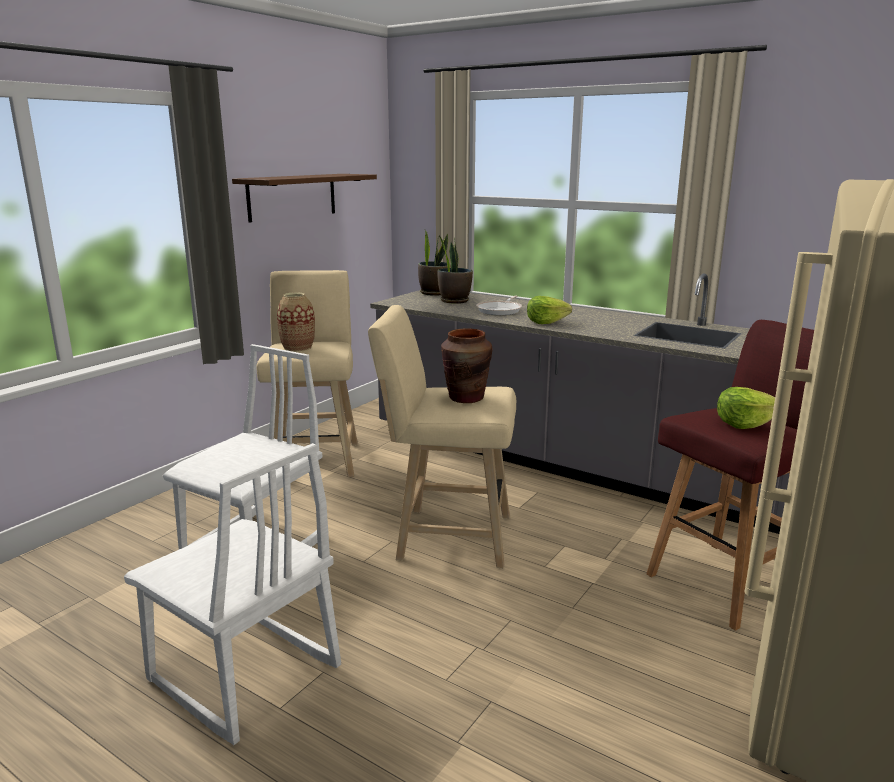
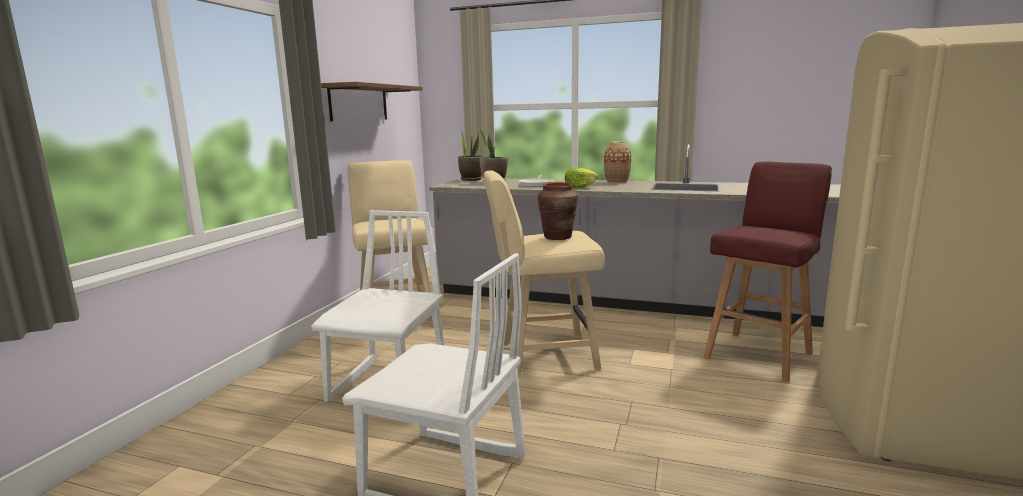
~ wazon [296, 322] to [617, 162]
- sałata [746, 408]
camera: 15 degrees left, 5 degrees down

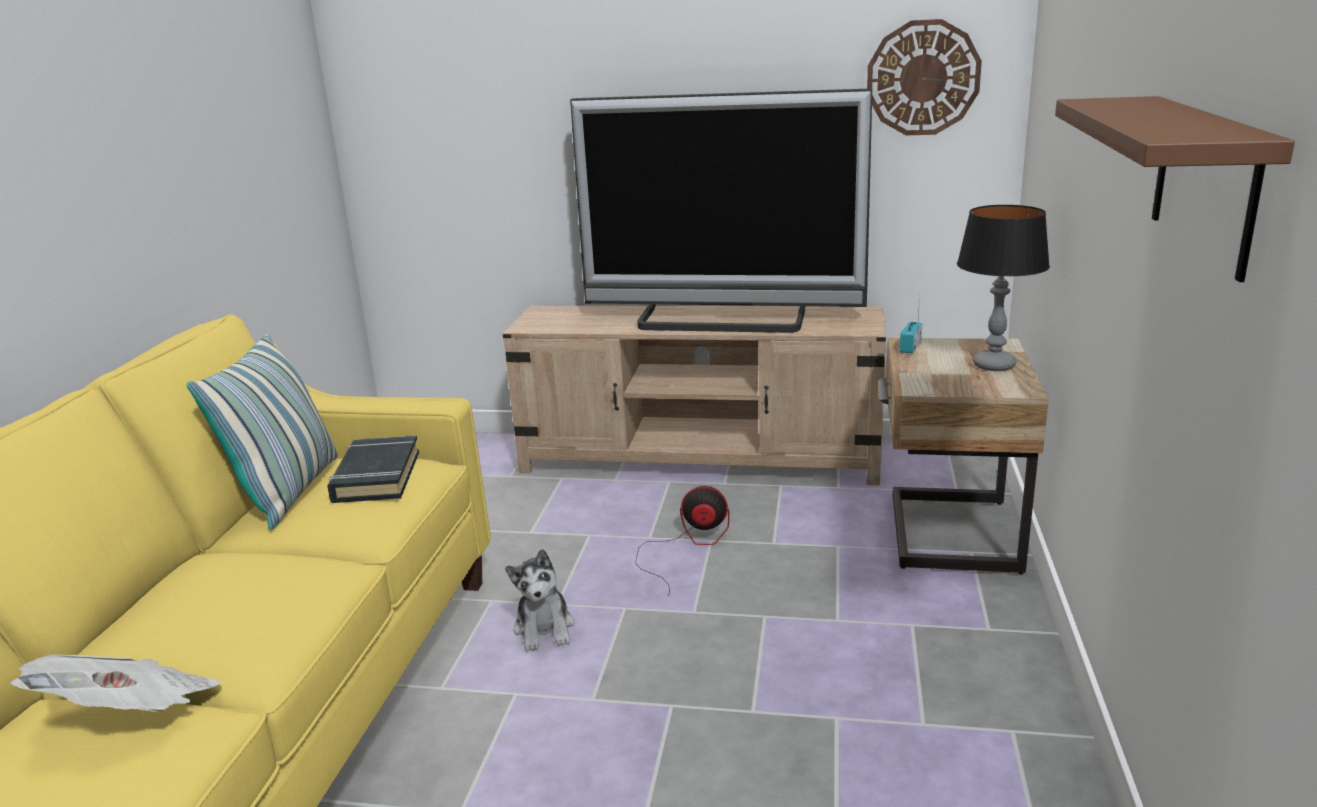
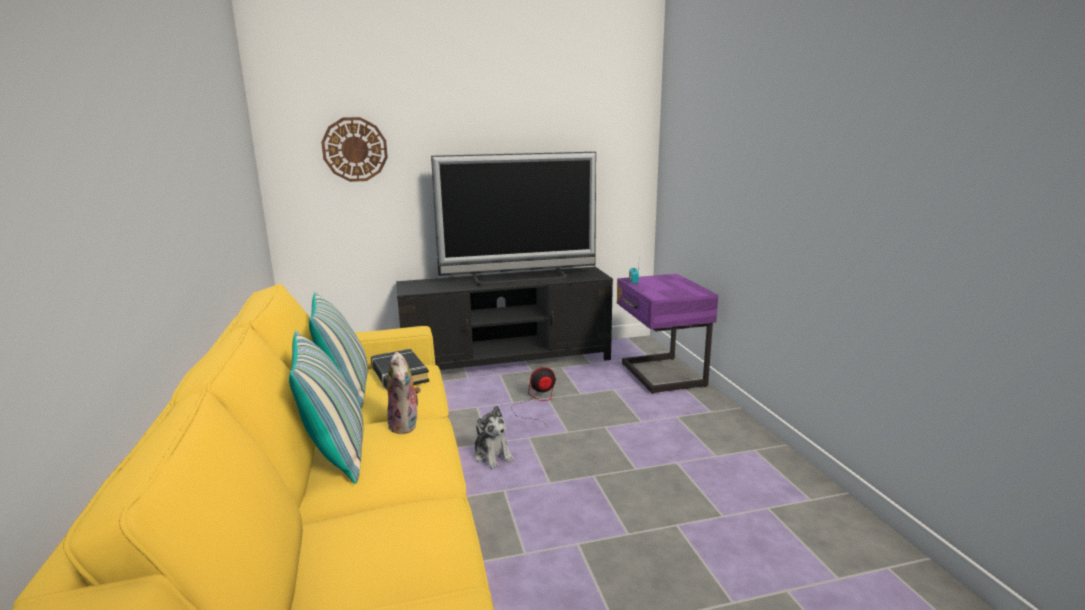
~ zegar ścienny [924, 77] to [354, 149]
- półka (brązowy) [1175, 189]
- lampa stołowa [1003, 288]
~ szafka pod telewizor (beżowy) [694, 395] to szafka pod telewizor (czarny) [504, 318]
~ szafka nocna (beżowy) [963, 456] to szafka nocna (fioletowy) [667, 334]
- gazeta [115, 683]
+ poduszka [326, 407]
+ pluszak [404, 393]
camera: 25 degrees left, 5 degrees down

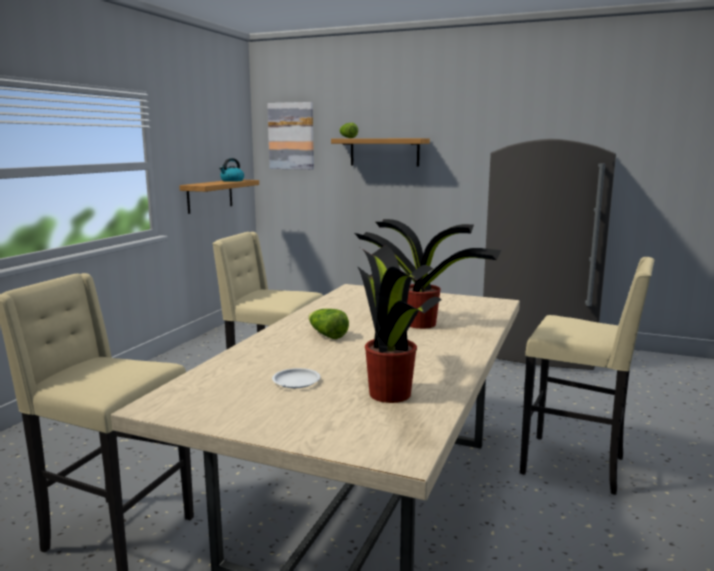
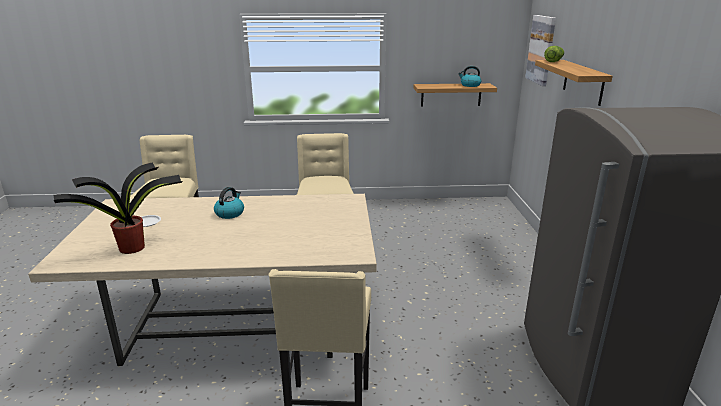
- roślina doniczkowa [428, 274]
~ sałata [328, 324] to czajnik [229, 203]
camera: 65 degrees right, 10 degrees up

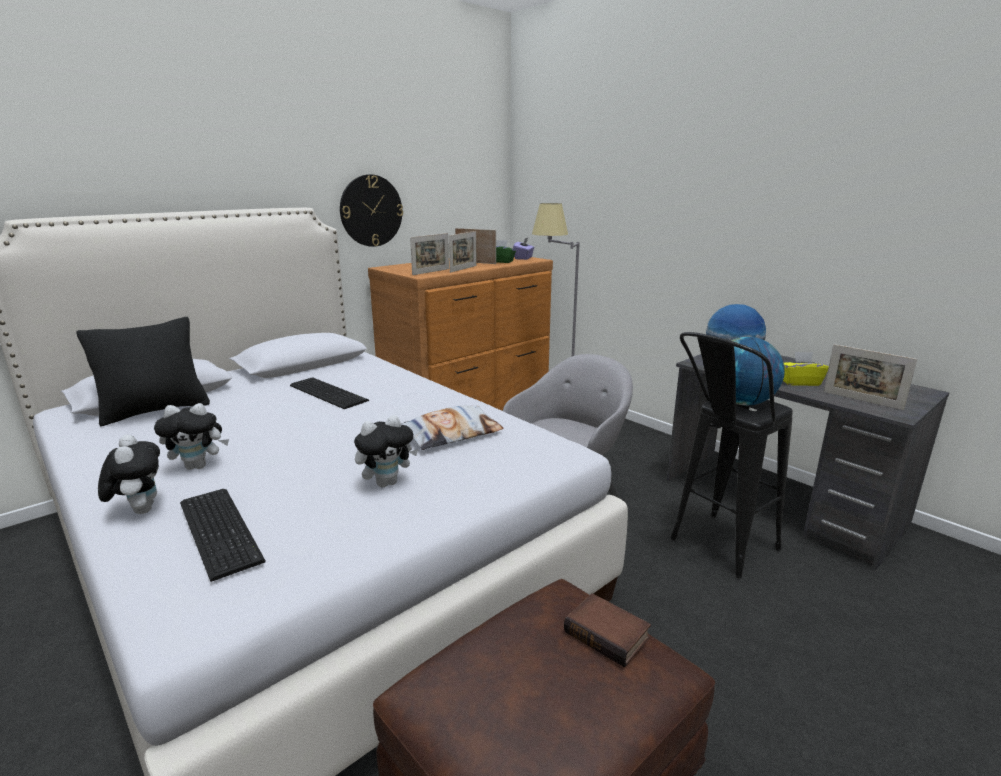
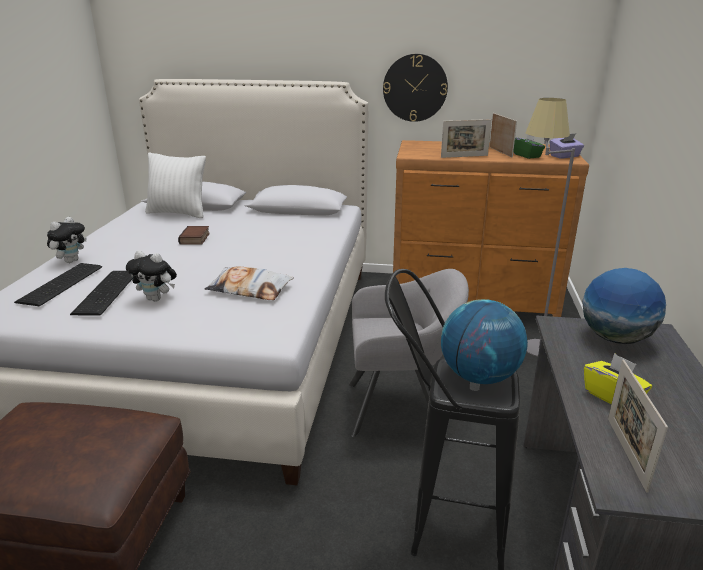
- ramka na zdjęcie [429, 254]
~ poduszka (czarny) [143, 371] to poduszka (biały) [175, 185]
~ klawiatura [329, 393] to [101, 293]
- pluszak [191, 436]
~ książka [607, 630] to [194, 235]
camera: 50 degrees right, 5 degrees up

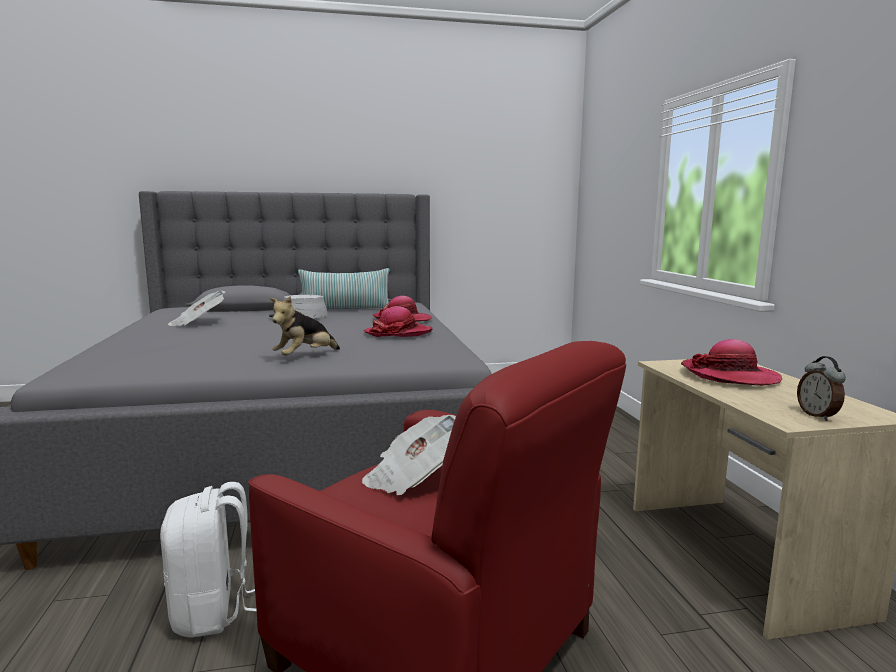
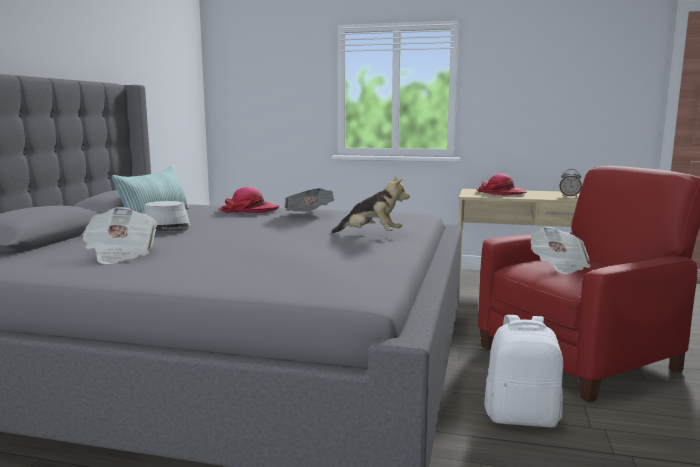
~ pluszak [305, 325] = [370, 204] 45 degrees counterclockwise
~ kapelusz [398, 321] to gazeta [309, 200]
camera: 65 degrees left, 0 degrees up

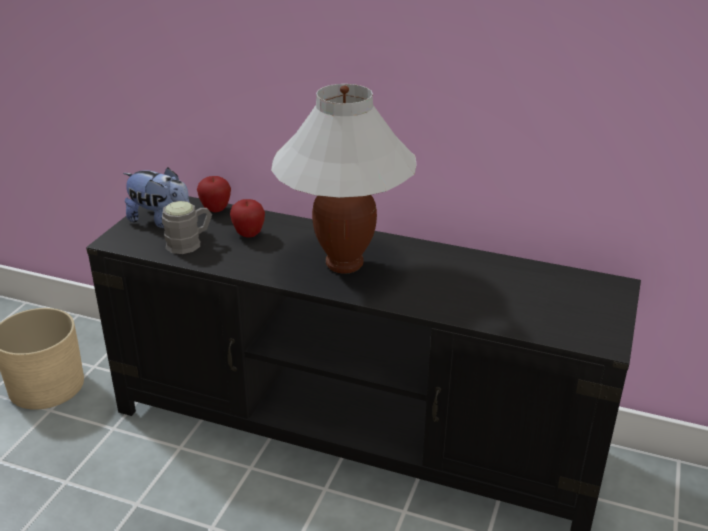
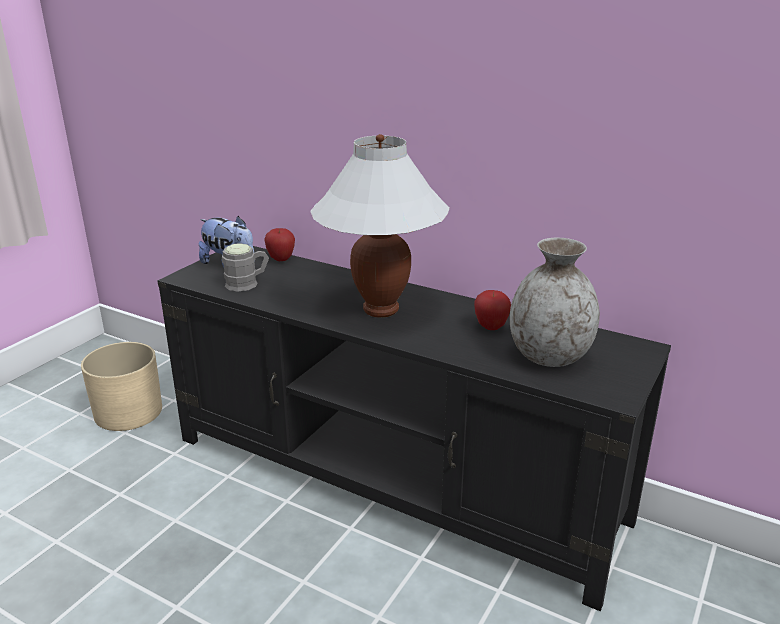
~ jabłko [247, 218] to [492, 310]
+ wazon (szary) [555, 302]
camera: 10 degrees right, 5 degrees down

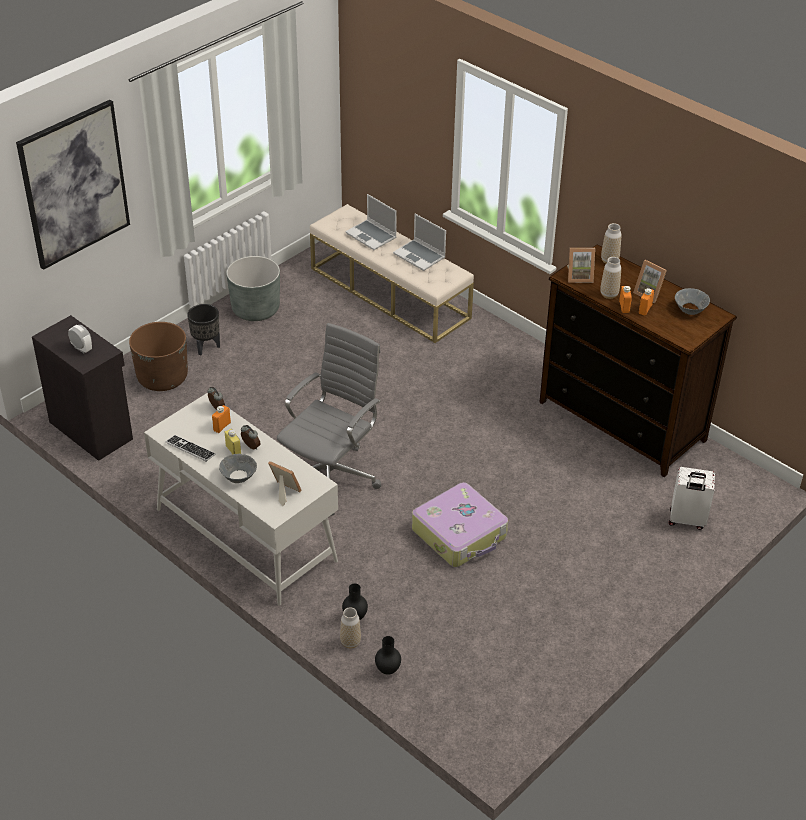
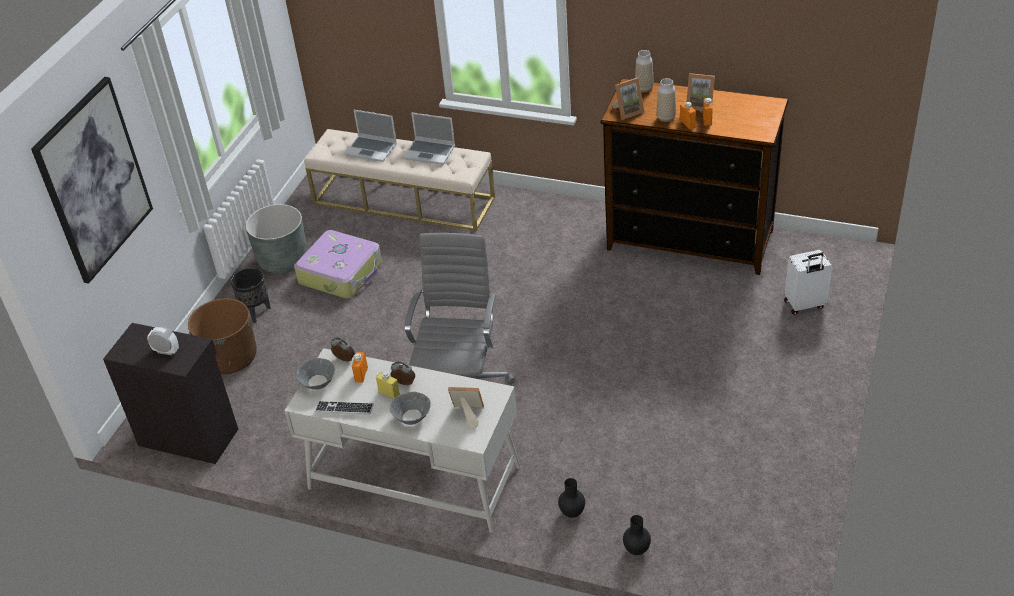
~ miska (szary) [692, 301] to [315, 374]
~ walizka [460, 524] to [338, 264]
- wazon [350, 627]
camera: 20 degrees left, 0 degrees up

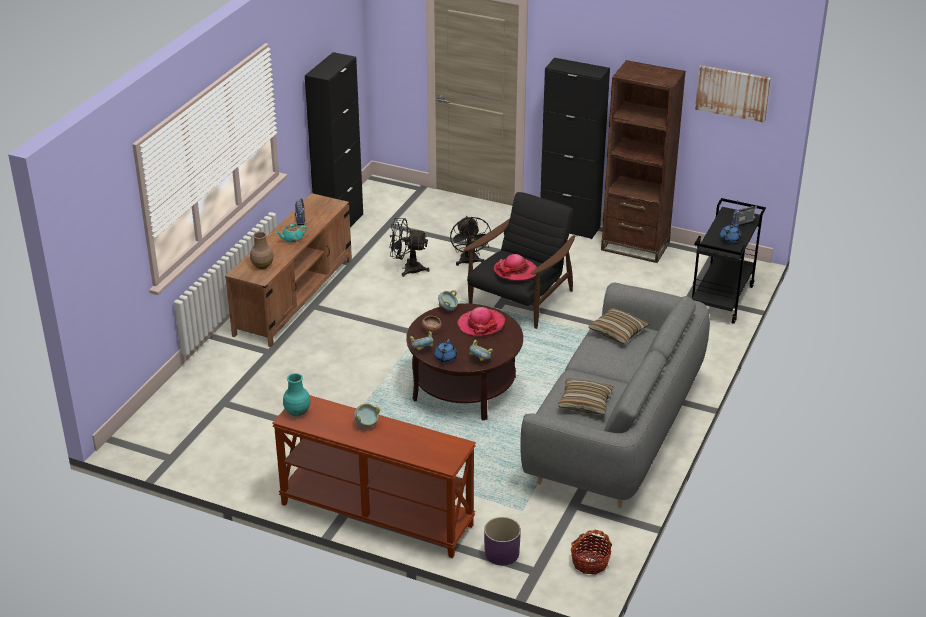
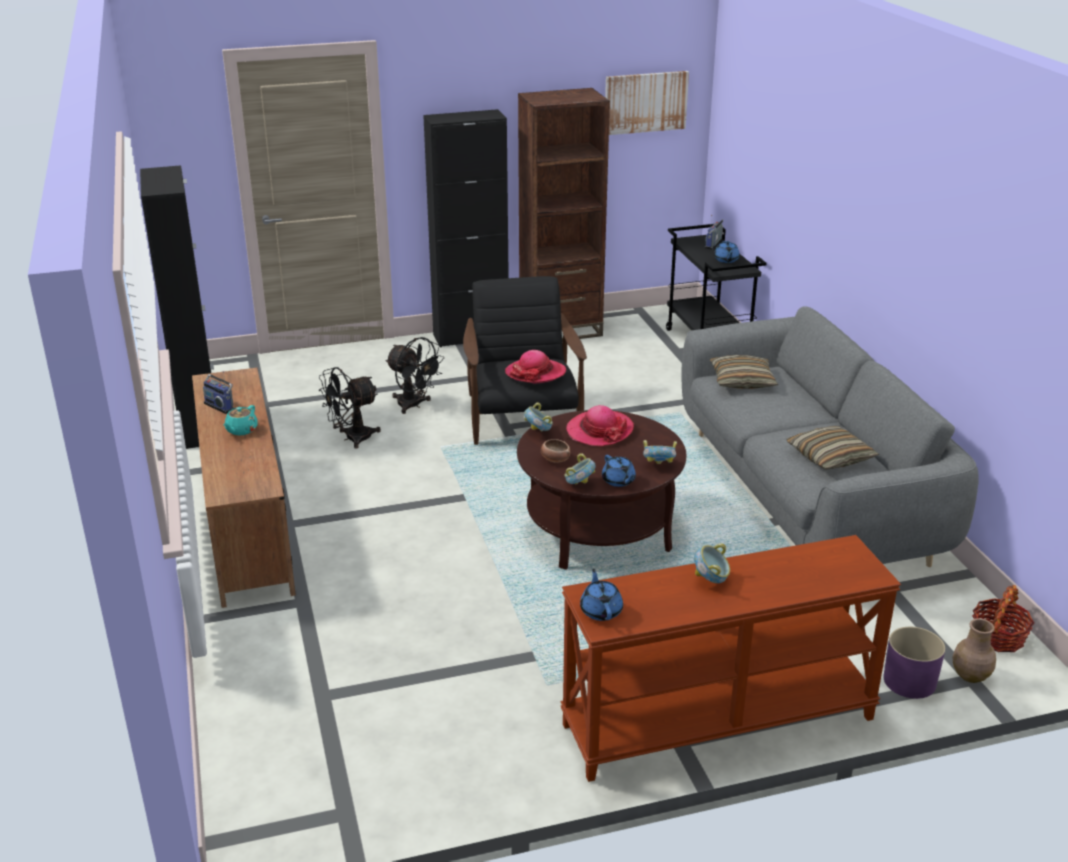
~ wazon (brązowy) [262, 250] to [974, 650]
~ wazon (turkusowy) [297, 394] to imbryk (niebieski) [601, 595]
camera: 40 degrees left, 5 degrees down

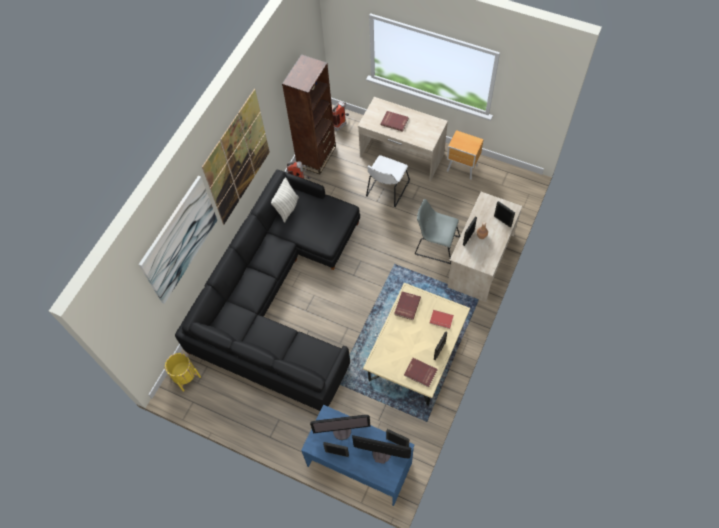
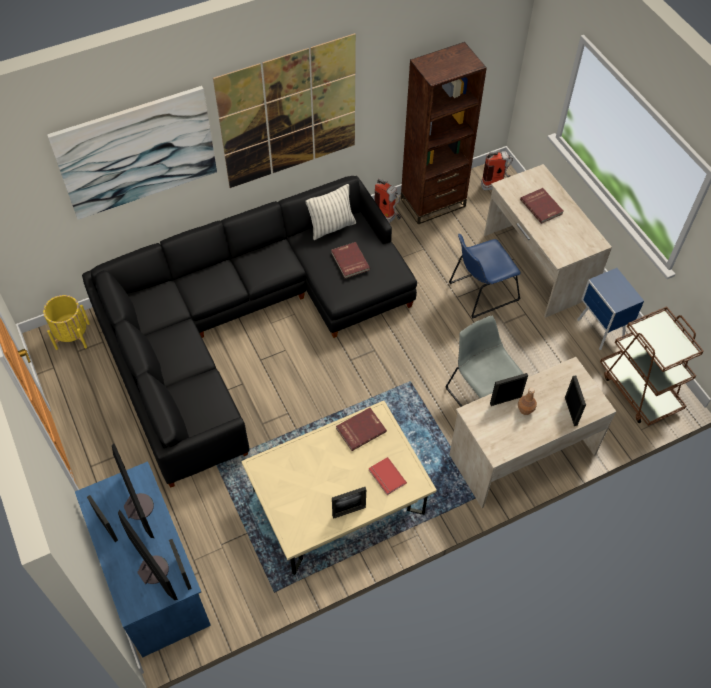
~ szafka nocna (brązowy) [465, 155] to szafka nocna (niebieski) [610, 309]
~ krzesło (biały) [388, 181] to krzesło (niebieski) [485, 276]
~ książka (czerwony) [421, 373] to [350, 260]
~ monitor [340, 427] = [133, 490] 150 degrees counterclockwise
+ wózek (brązowy) [652, 366]
camera: 35 degrees right, 5 degrees down

